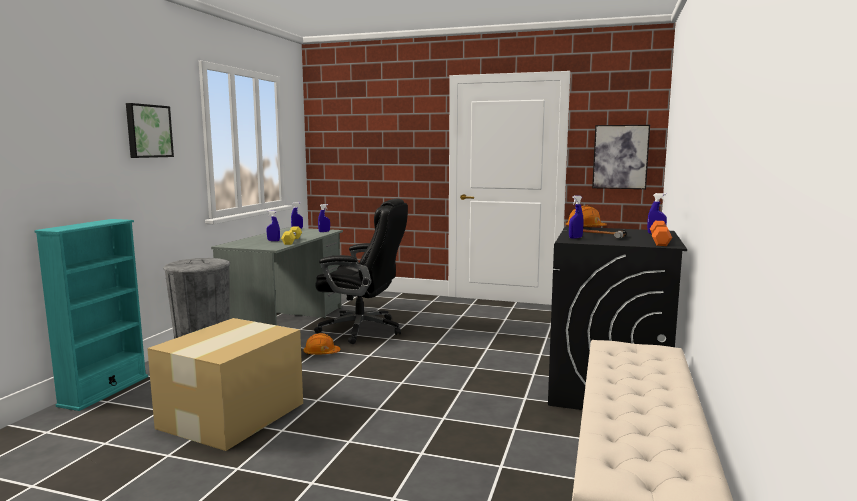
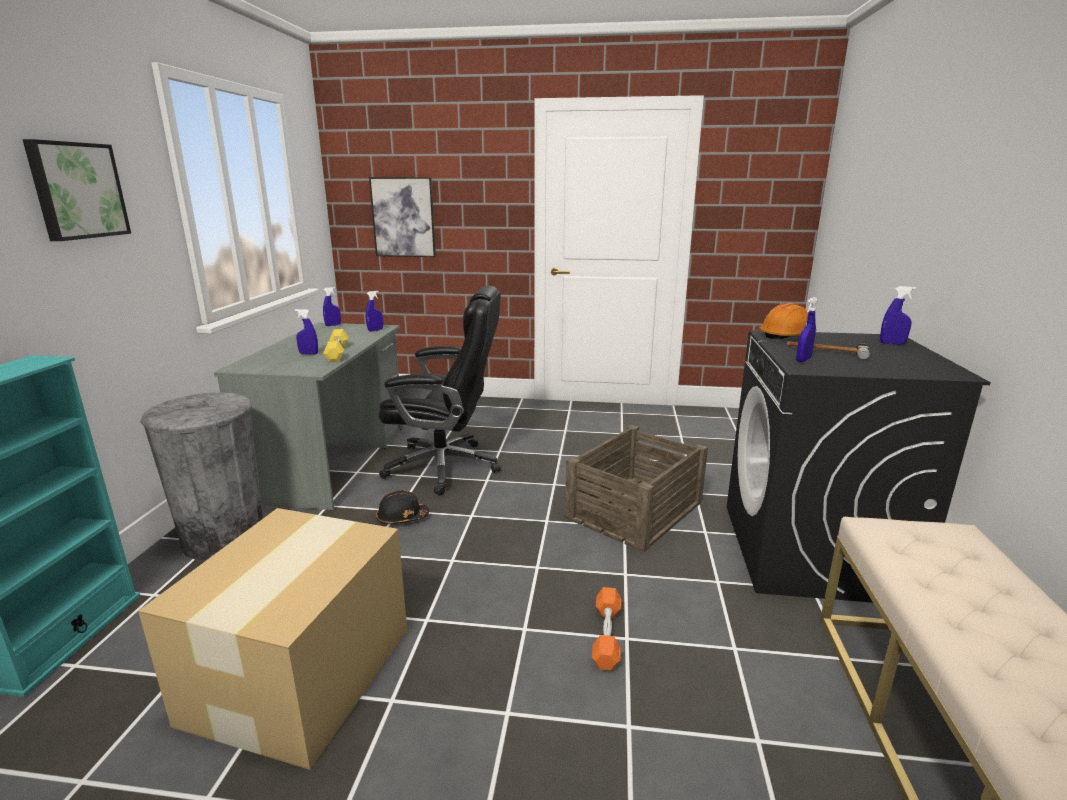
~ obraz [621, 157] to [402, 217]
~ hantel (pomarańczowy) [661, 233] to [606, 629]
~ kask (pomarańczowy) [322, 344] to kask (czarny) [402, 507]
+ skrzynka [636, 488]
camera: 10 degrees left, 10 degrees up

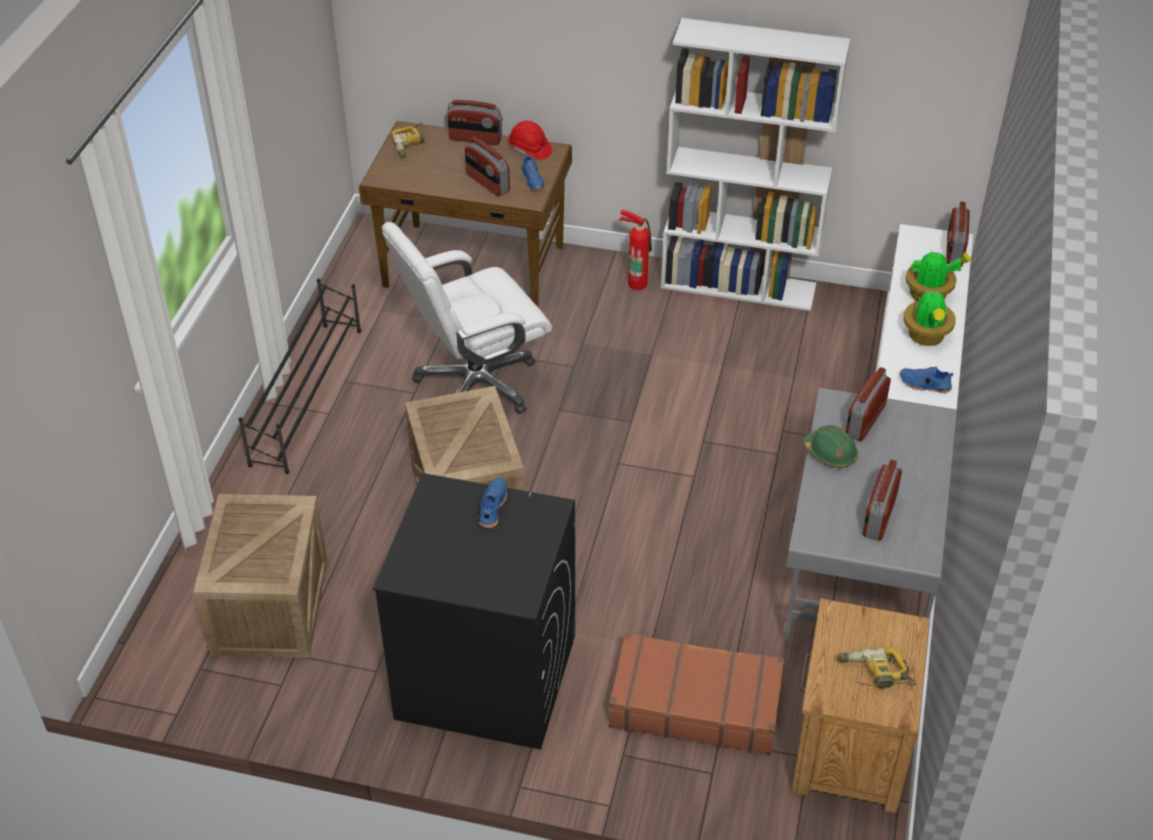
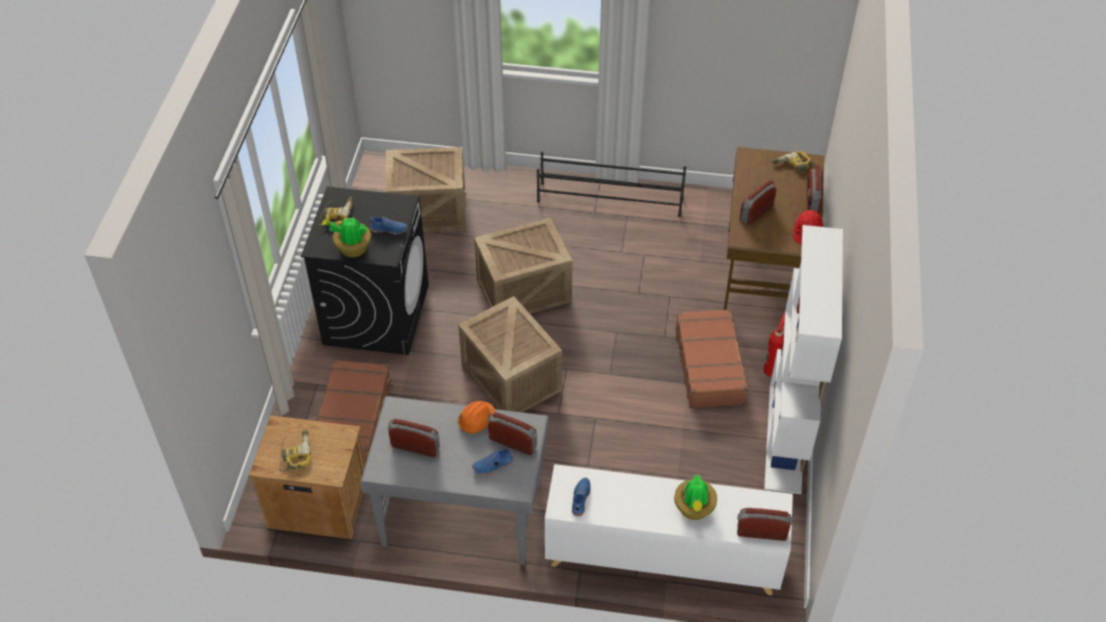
~ but (niebieski) [533, 172] to [492, 461]
- krzesło biurowe (biały) [467, 318]
~ roślina doniczkowa [929, 318] to [346, 236]
~ kask (zielony) [830, 446] to kask (pomarańczowy) [477, 417]
+ wiertarka [335, 211]
+ skrzynka [510, 354]
+ walizka (brązowy) [711, 358]
camera: 85 degrees right, 5 degrees up

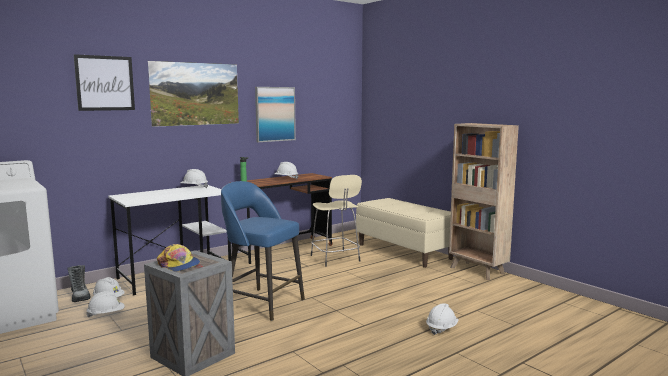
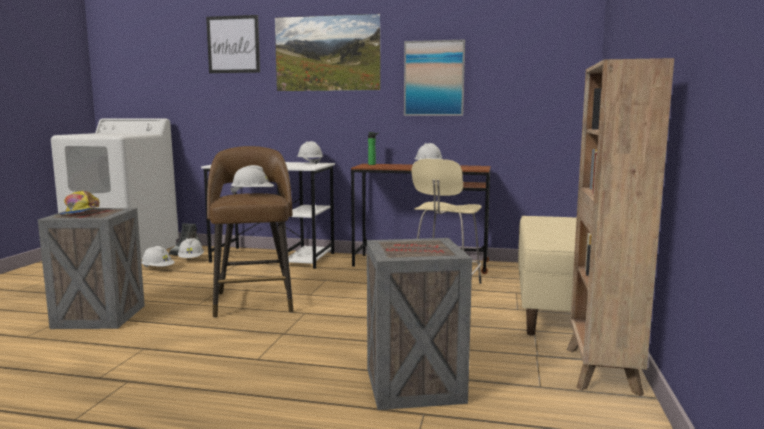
~ stołek (niebieski) [263, 251] to stołek (brązowy) [250, 232]
~ kask (biały) [442, 319] to [252, 179]
+ skrzynka [419, 324]
camera: 50 degrees right, 0 degrees up

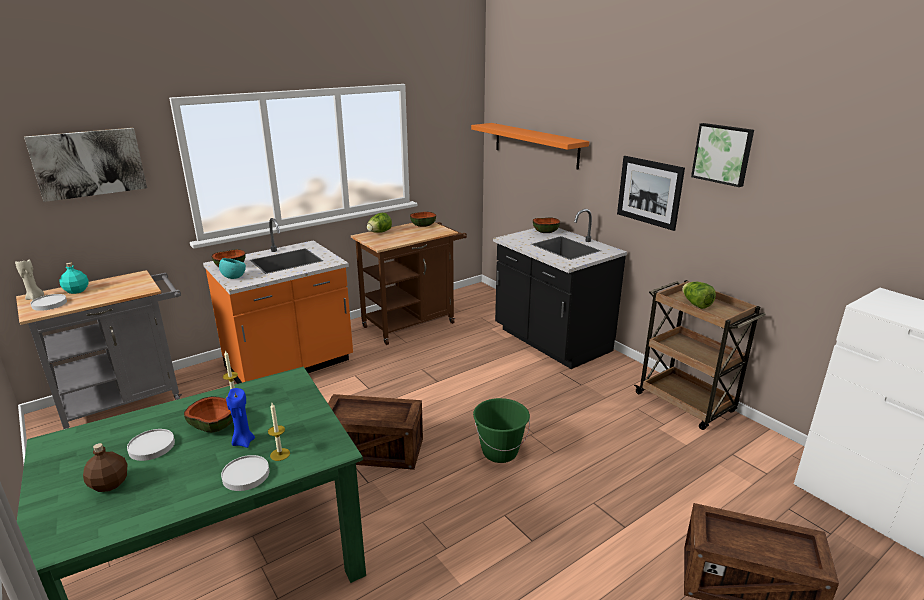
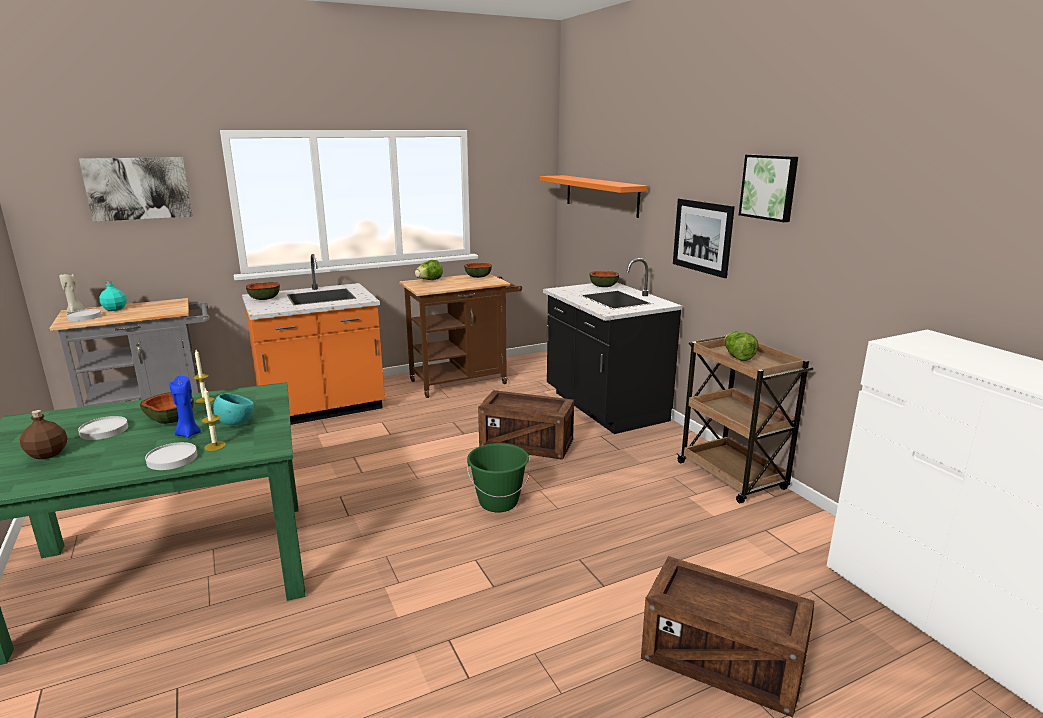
~ miska (turkusowy) [232, 268] to [233, 410]
~ skrzynka [375, 432] to [526, 425]
camera: 10 degrees right, 5 degrees down

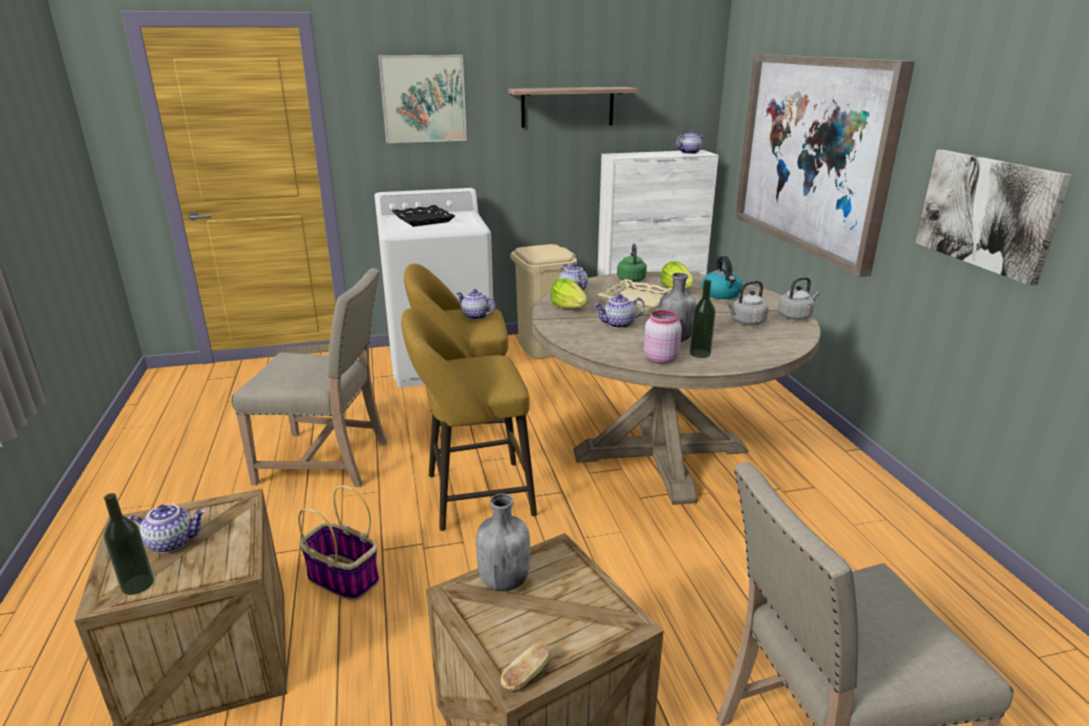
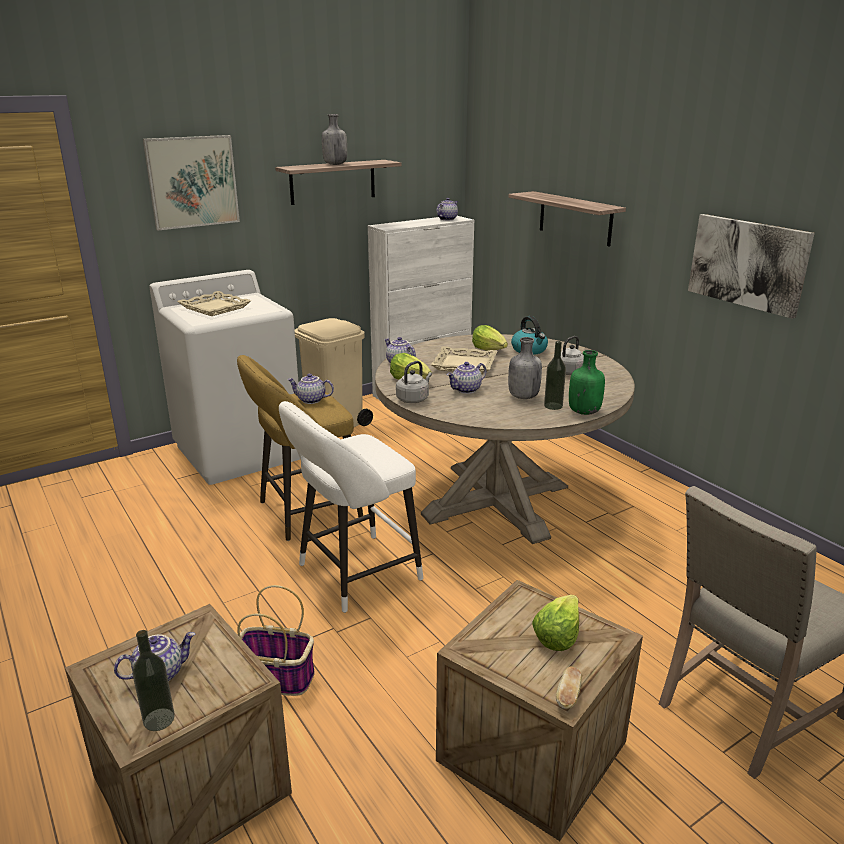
~ obraz [825, 165] to półka [567, 219]
~ taca (czarny) [423, 216] to taca (beżowy) [214, 303]
- czajnik (zielony) [632, 263]
- krzesło (beżowy) [309, 377]
~ czajnik (szary) [799, 298] to [414, 382]
~ stołek (żółty) [469, 419] to stołek (biały) [351, 507]
- słoik (różowy) [663, 337]
~ butelka (szary) [503, 542] to [334, 139]
+ butelka (zielony) [587, 382]
+ sałata [555, 623]
camera: 20 degrees left, 0 degrees up

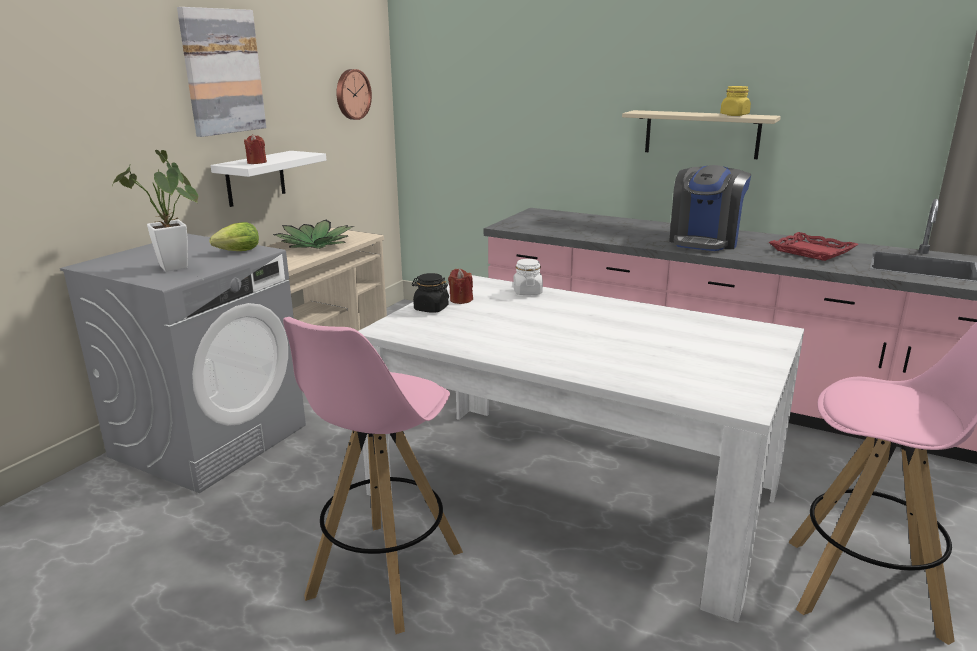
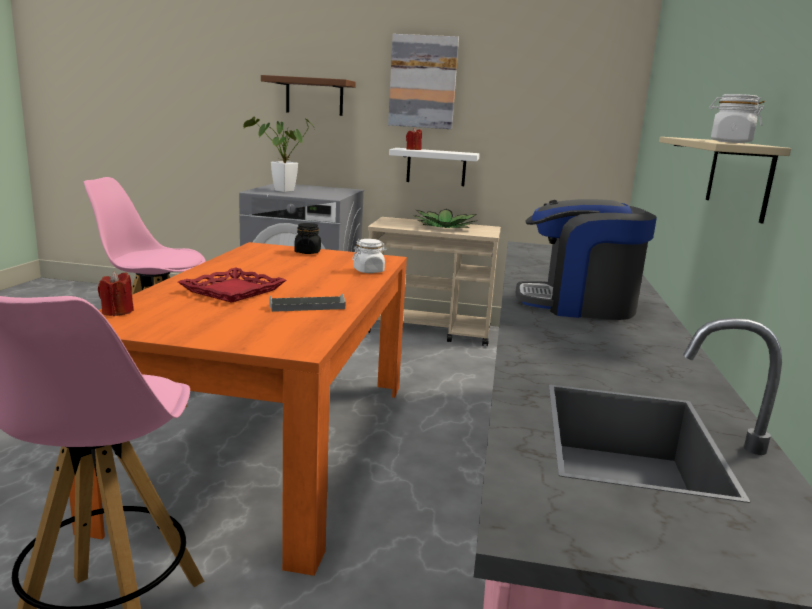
- zegar ścienny [354, 94]
~ słoik (żółty) [735, 101] to słoik (biały) [737, 118]
- sałata [234, 236]
~ taca (czerwony) [814, 246] to [232, 285]
~ świeca (czerwony) [460, 286] to [116, 293]
~ stół jadalny (biały) [581, 449] to stół jadalny (pomarańczowy) [238, 409]
+ półka (brązowy) [308, 95]
+ taca (szary) [307, 303]
camera: 70 degrees right, 5 degrees down

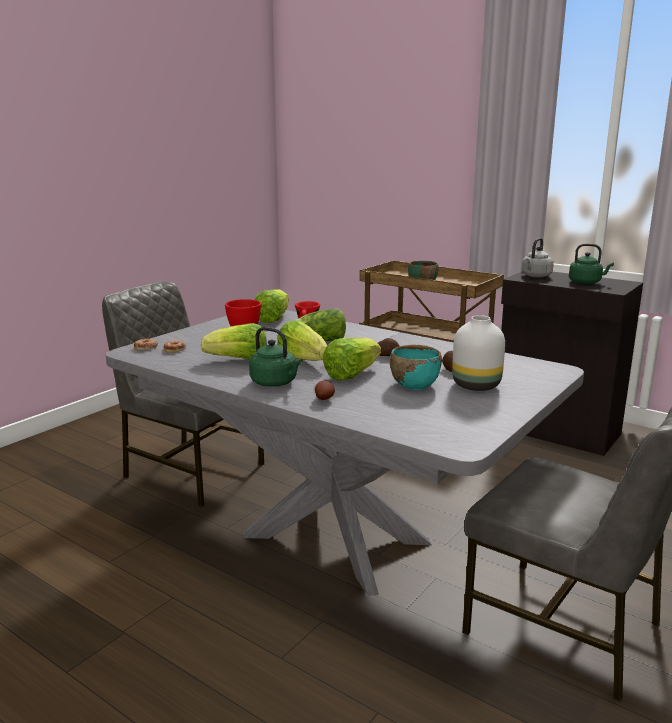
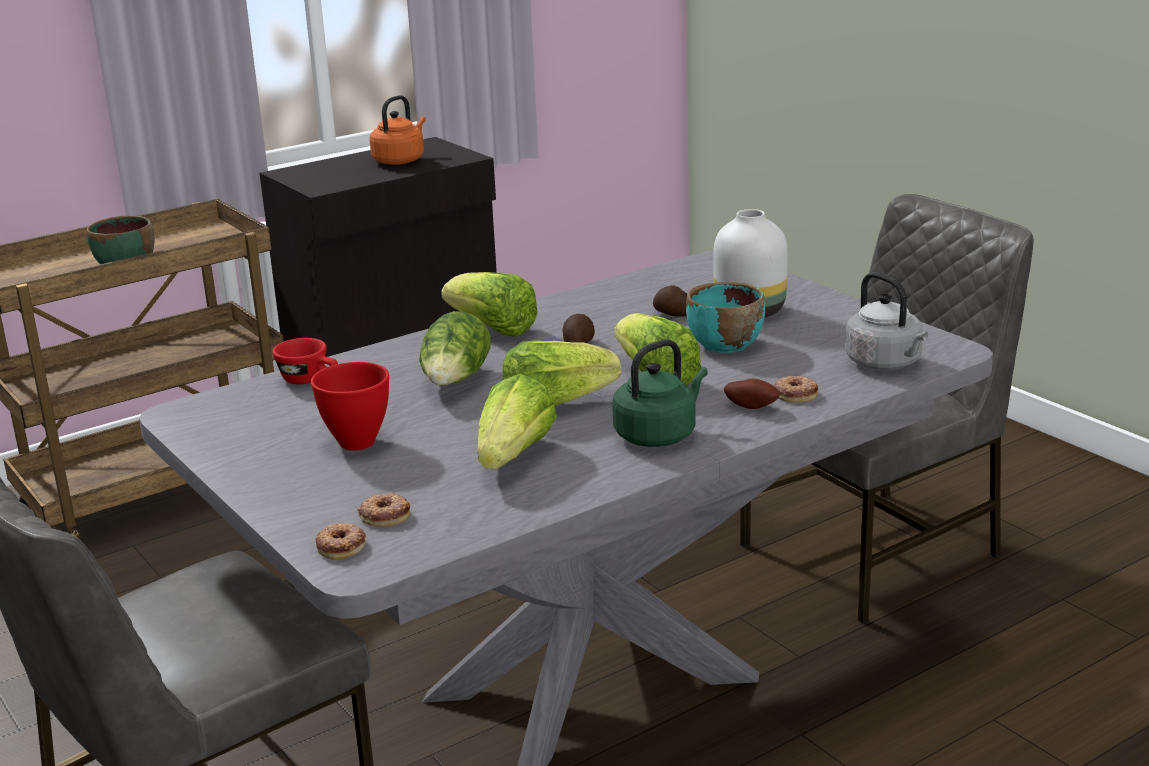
~ czajnik (szary) [537, 258] to [886, 321]
~ czajnik (zielony) [591, 263] to czajnik (pomarańczowy) [397, 130]
~ sałata [272, 306] to [489, 304]
+ donut [796, 389]
camera: 70 degrees left, 5 degrees up

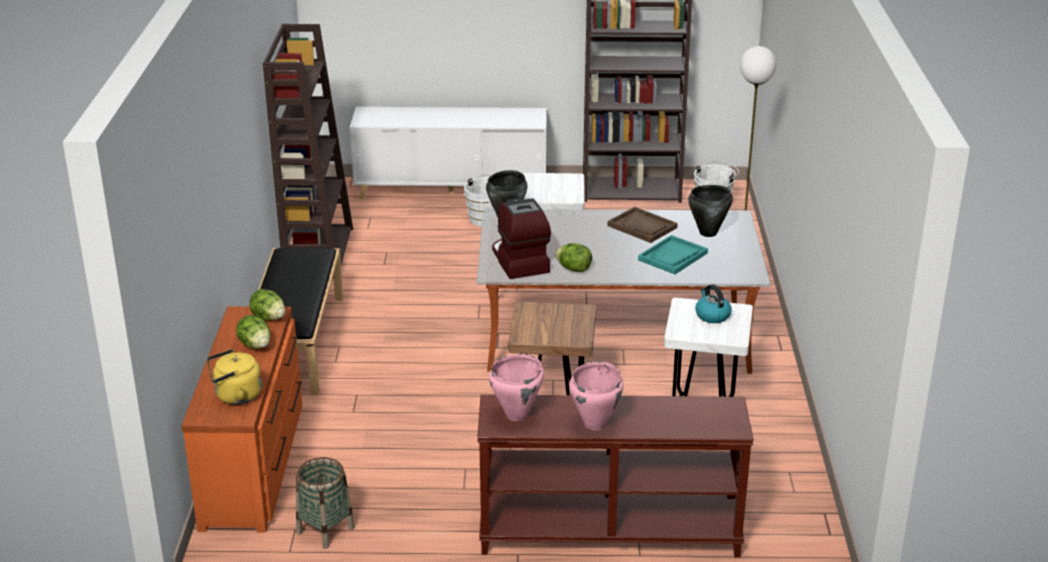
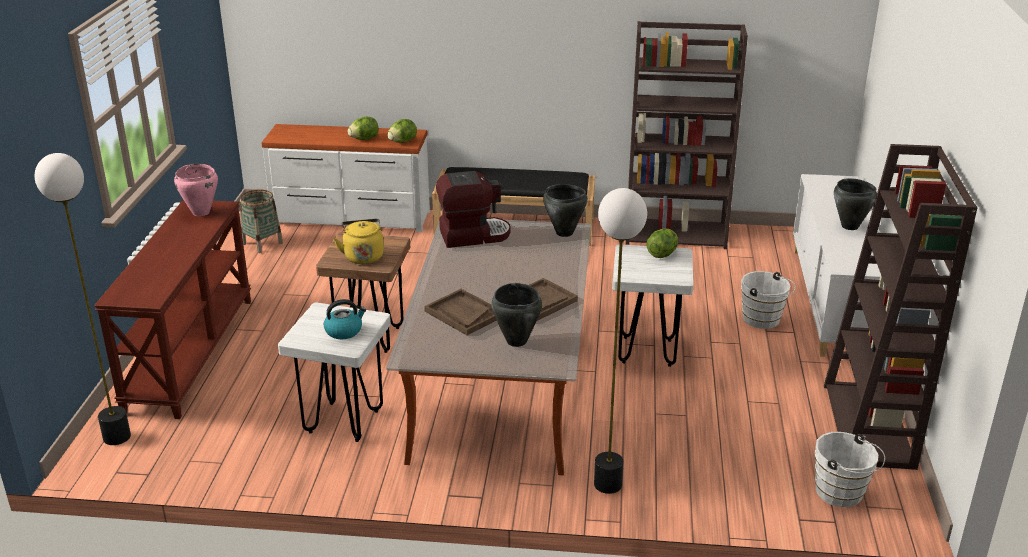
~ taca (turkusowy) [673, 254] to taca (brązowy) [460, 312]
~ sałata [573, 257] to [662, 243]
~ komoda (pomarańczowy) [241, 419] to komoda (biały) [345, 178]
~ czajnik (żółty) [234, 377] to [359, 241]
- garnek (różowy) [596, 395]
+ lampa stojąca [83, 299]
+ garnek (czarny) [855, 204]
camera: 95 degrees right, 0 degrees up

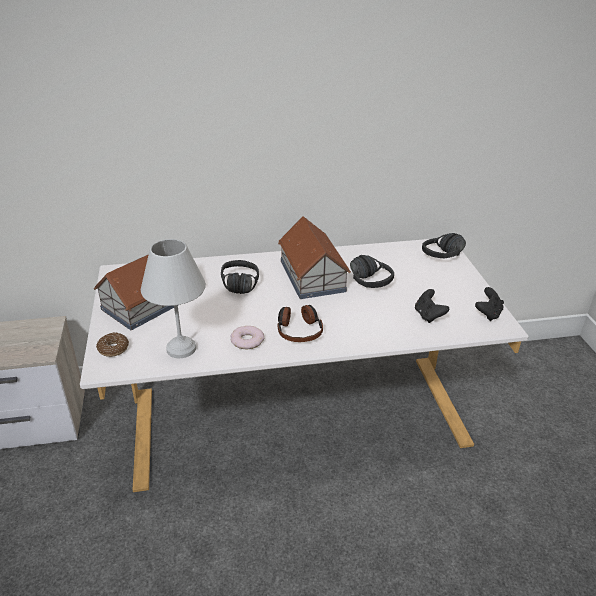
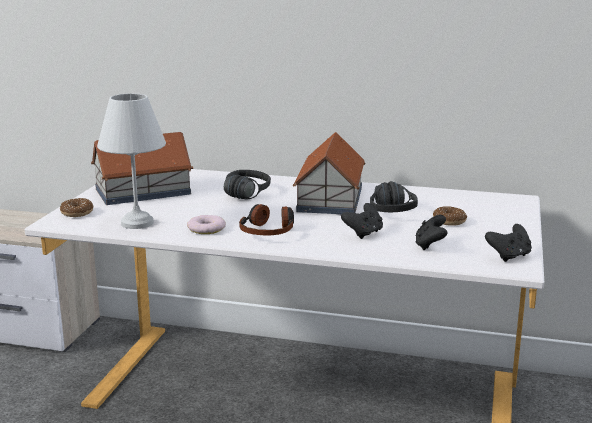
- słuchawki (czarny) [444, 245]
+ pad do gier (czarny) [362, 221]
+ donut [450, 216]
camera: 25 degrees right, 15 degrees down

